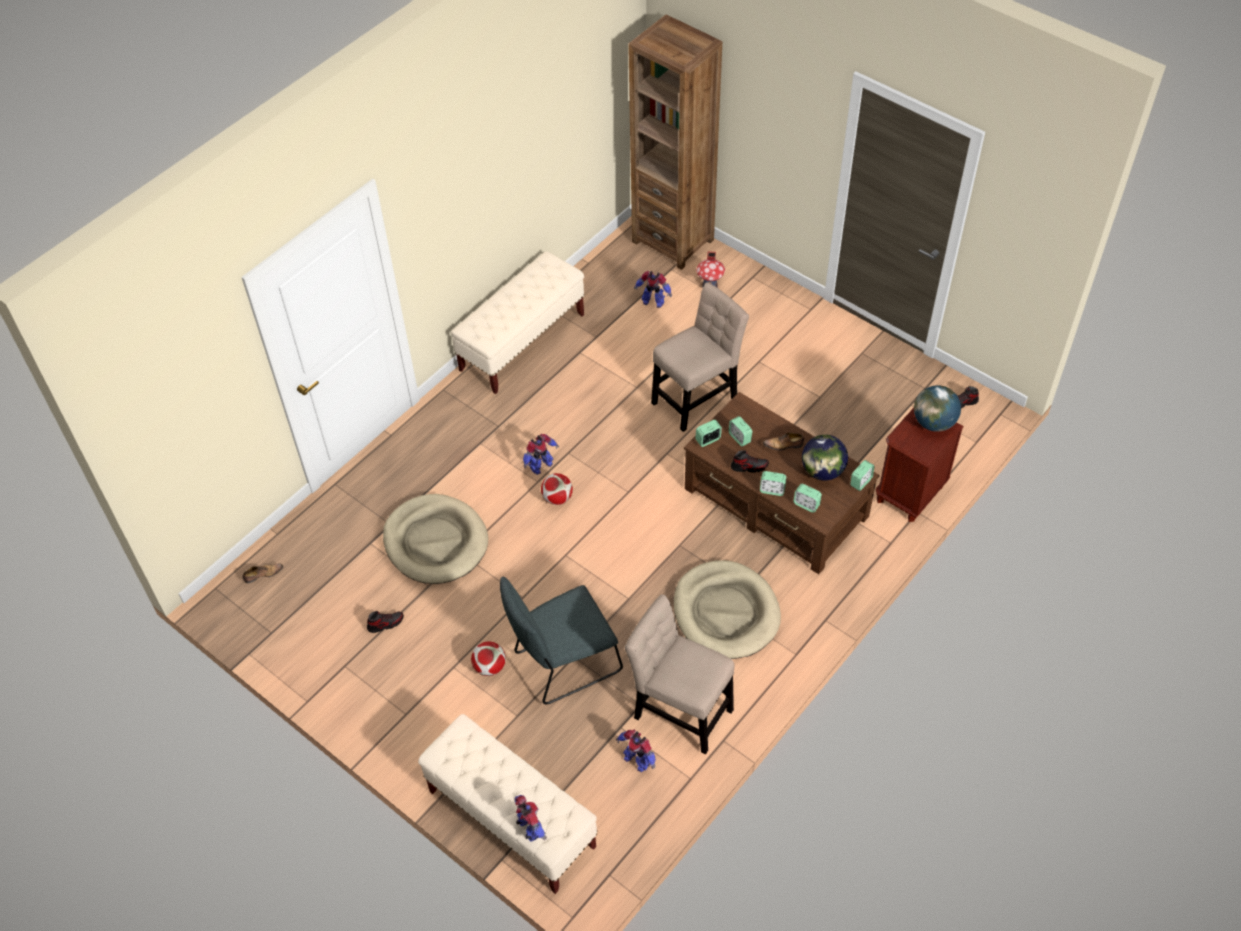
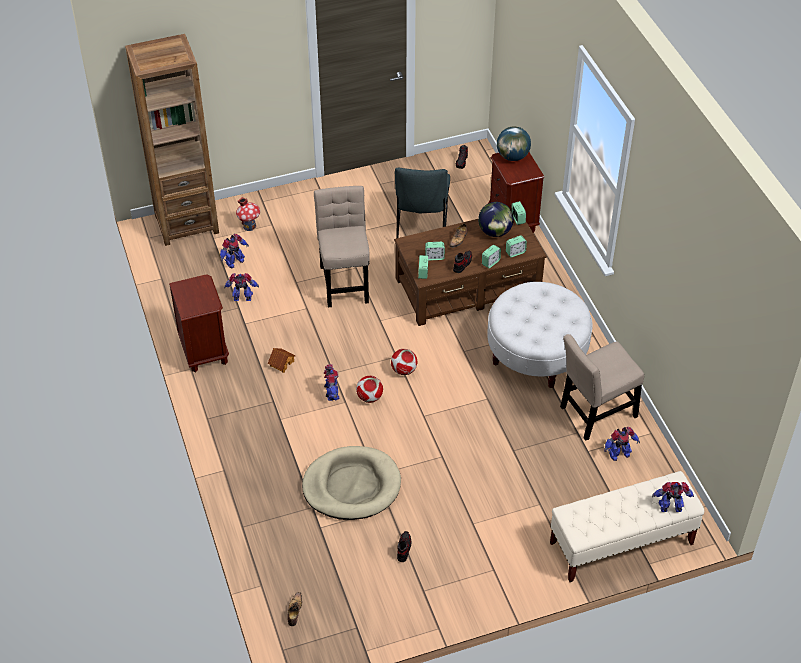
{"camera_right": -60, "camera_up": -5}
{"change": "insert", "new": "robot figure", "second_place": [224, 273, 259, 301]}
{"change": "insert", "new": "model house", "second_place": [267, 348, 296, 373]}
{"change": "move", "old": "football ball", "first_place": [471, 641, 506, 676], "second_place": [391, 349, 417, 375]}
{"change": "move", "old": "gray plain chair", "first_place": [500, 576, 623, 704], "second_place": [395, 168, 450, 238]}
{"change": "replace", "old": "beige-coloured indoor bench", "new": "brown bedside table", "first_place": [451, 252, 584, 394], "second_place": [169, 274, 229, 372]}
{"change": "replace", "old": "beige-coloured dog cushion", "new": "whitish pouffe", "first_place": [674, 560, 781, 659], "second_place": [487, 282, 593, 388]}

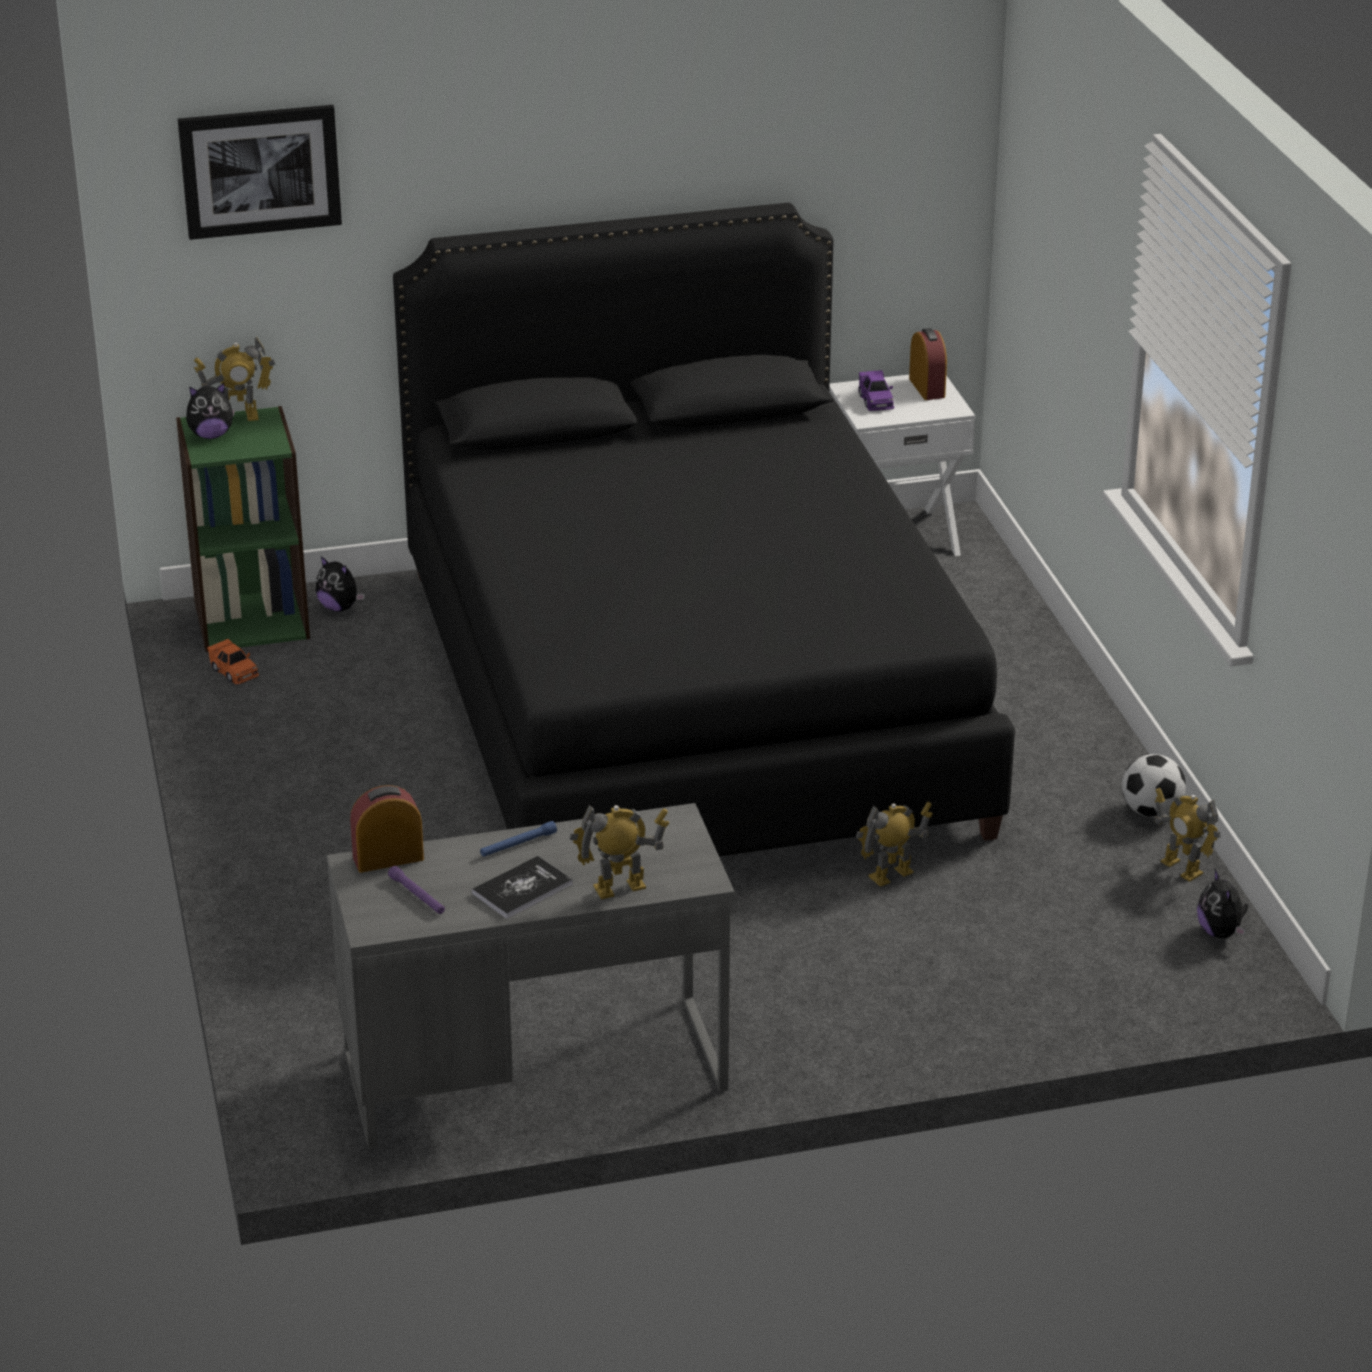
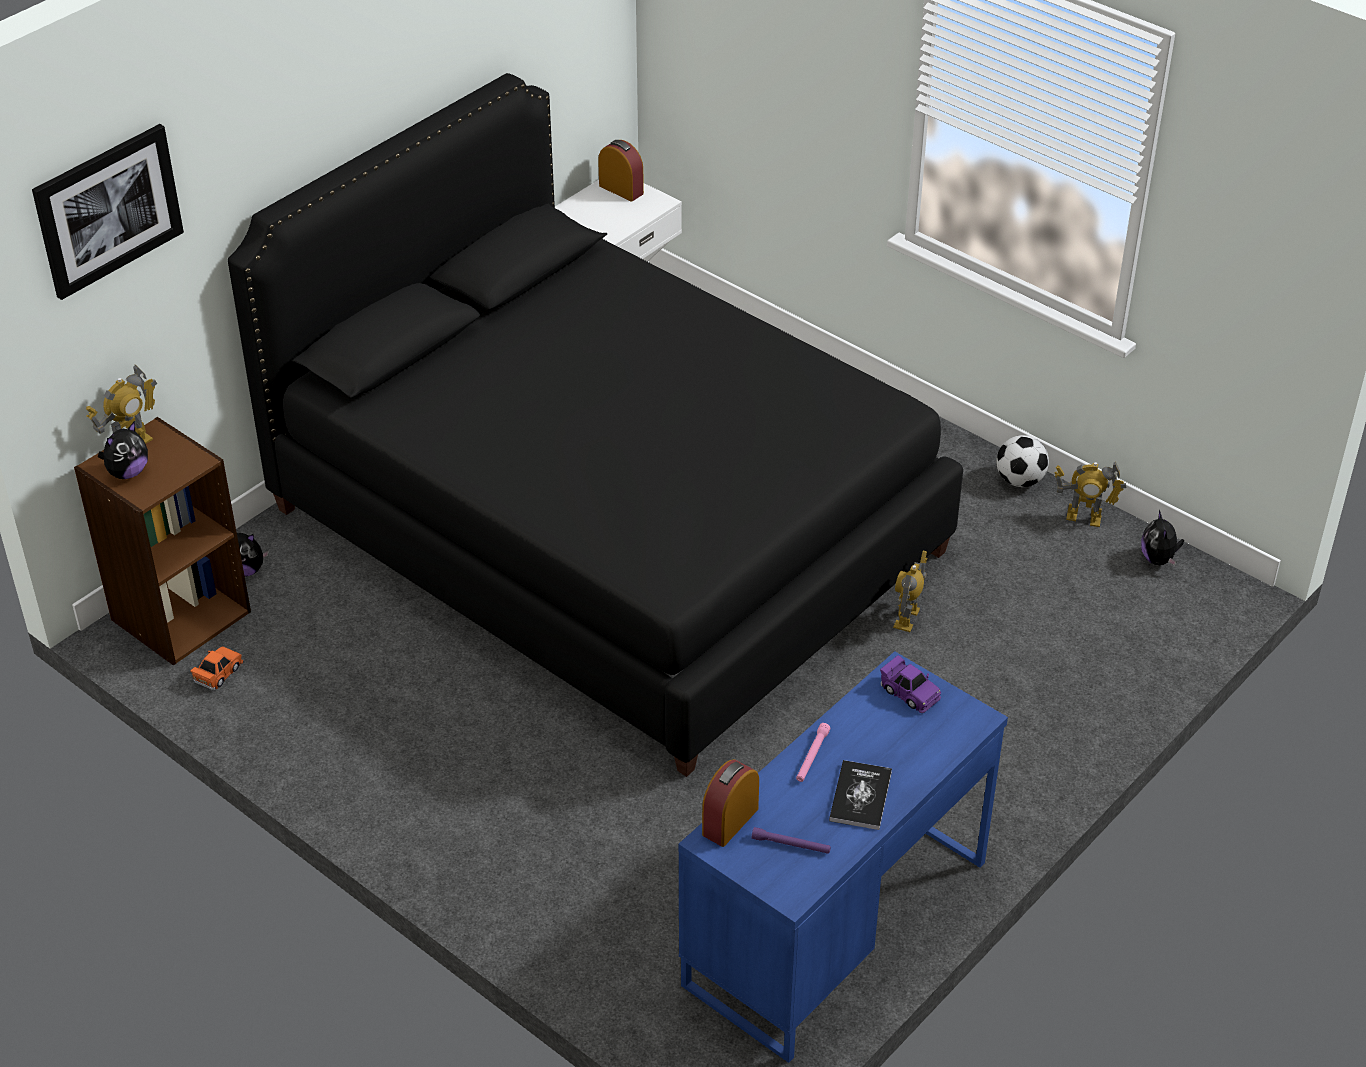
{"camera_right": -35, "camera_up": 10}
{"change": "delete", "old": "robot figure", "first_place": [569, 805, 669, 899]}
{"change": "move", "old": "purple-coloured miniature car", "first_place": [858, 370, 895, 411], "second_place": [880, 655, 941, 713]}
{"change": "recolor", "old": "green-coloured bookcase", "new": "brown bookcase", "first_place": [176, 406, 310, 652], "second_place": [74, 417, 251, 666]}
{"change": "recolor", "old": "gray desk table", "new": "blue desk table", "first_place": [327, 803, 735, 1149], "second_place": [678, 651, 1008, 1063]}
{"change": "recolor", "old": "blue torch", "new": "pink-coloured torch", "first_place": [480, 821, 557, 857], "second_place": [796, 723, 830, 782]}
{"change": "rotate", "old": "orangey miniature car", "first_place": [207, 639, 259, 685], "second_place": [190, 646, 243, 691], "degrees": -75}
{"change": "rotate", "old": "plush toy", "first_place": [1197, 869, 1248, 938], "second_place": [1141, 510, 1184, 566], "degrees": 45}

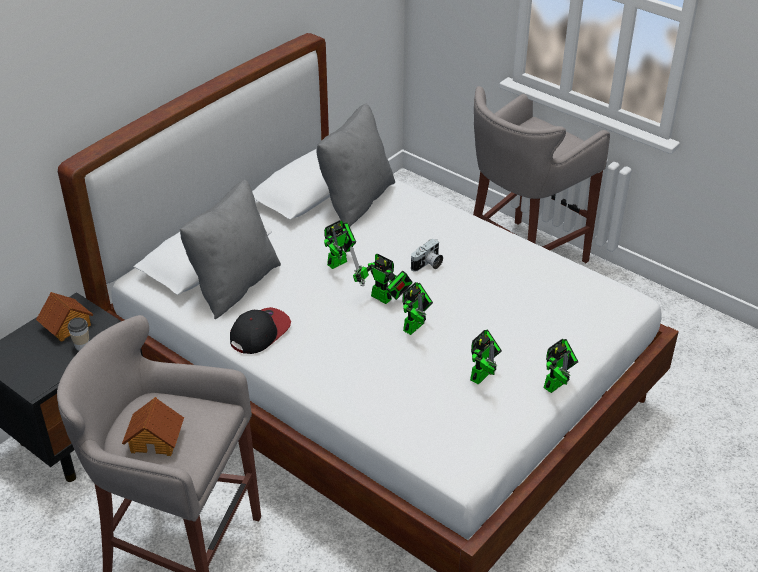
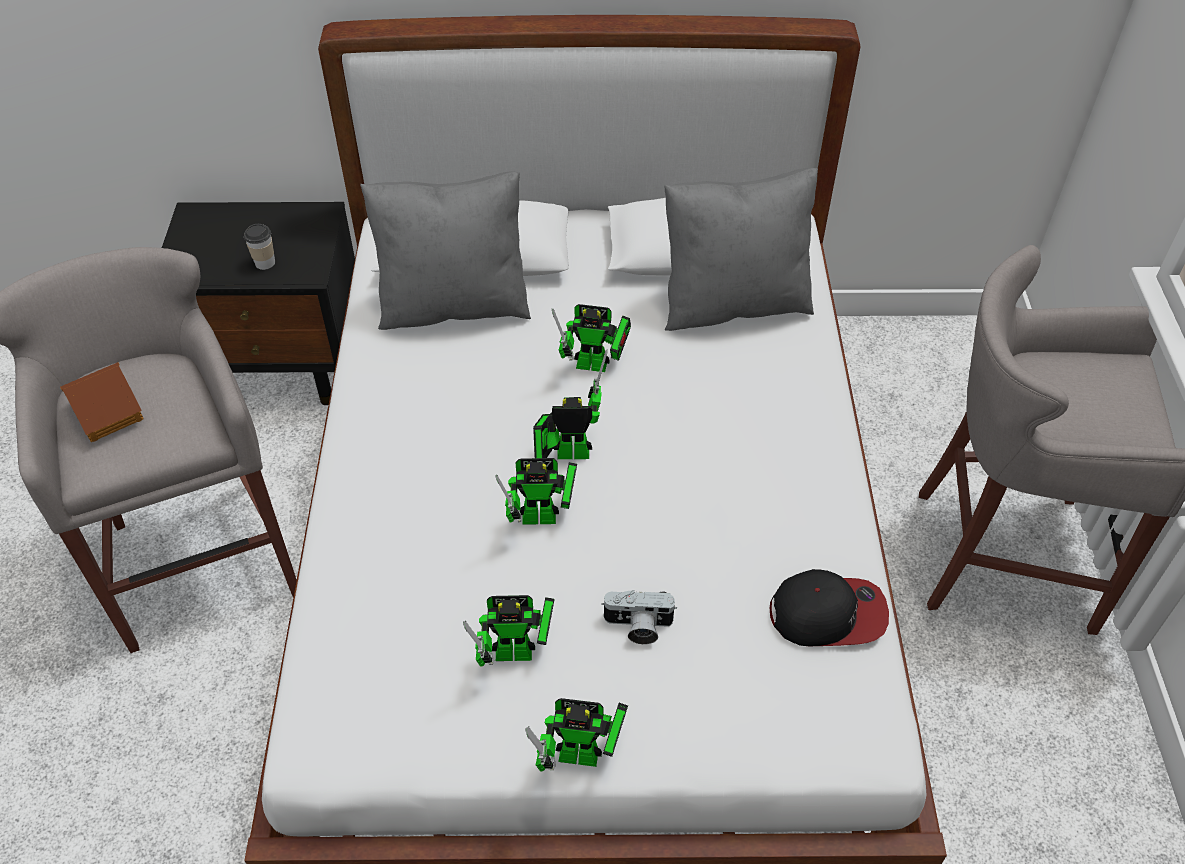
{"camera_right": 50, "camera_up": 10}
{"change": "delete", "old": "model house", "first_place": [36, 292, 93, 341]}
{"change": "move", "old": "cap", "first_place": [230, 307, 291, 354], "second_place": [770, 569, 889, 646]}
{"change": "move", "old": "photo camera", "first_place": [411, 238, 443, 272], "second_place": [601, 590, 677, 644]}
{"change": "rotate", "old": "robot figure", "first_place": [350, 246, 413, 304], "second_place": [533, 349, 608, 459], "degrees": 90}

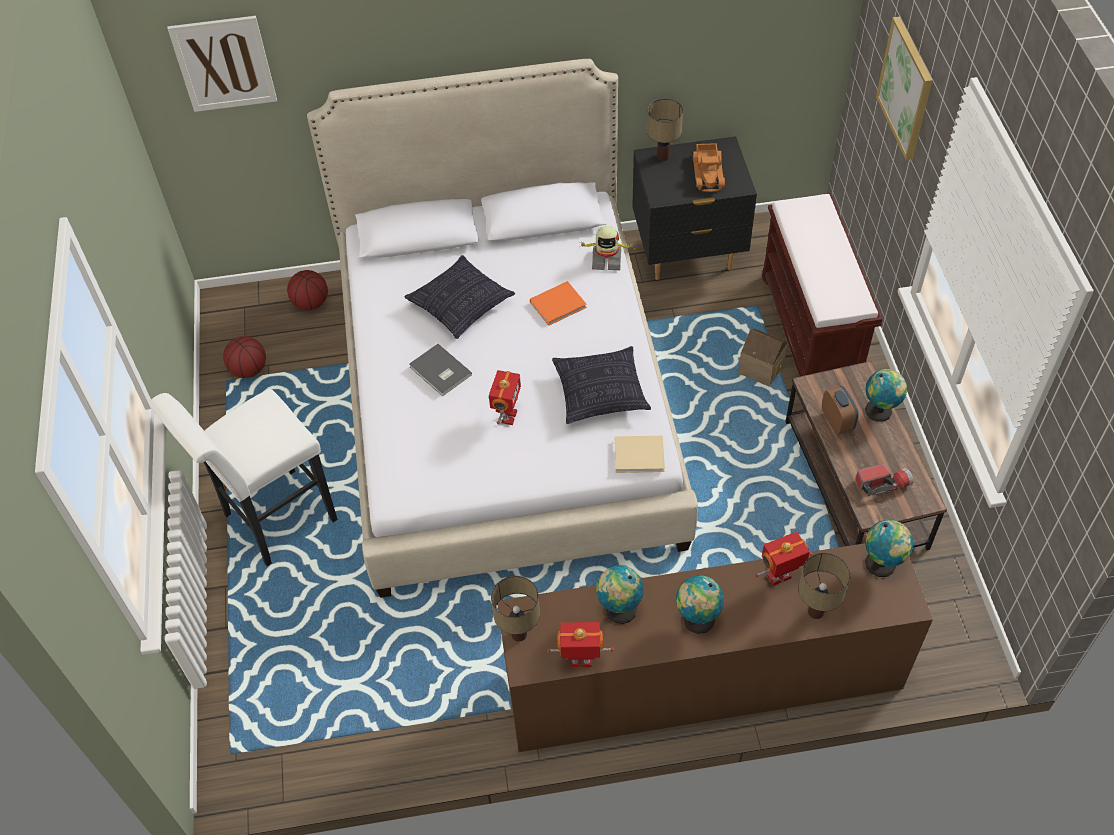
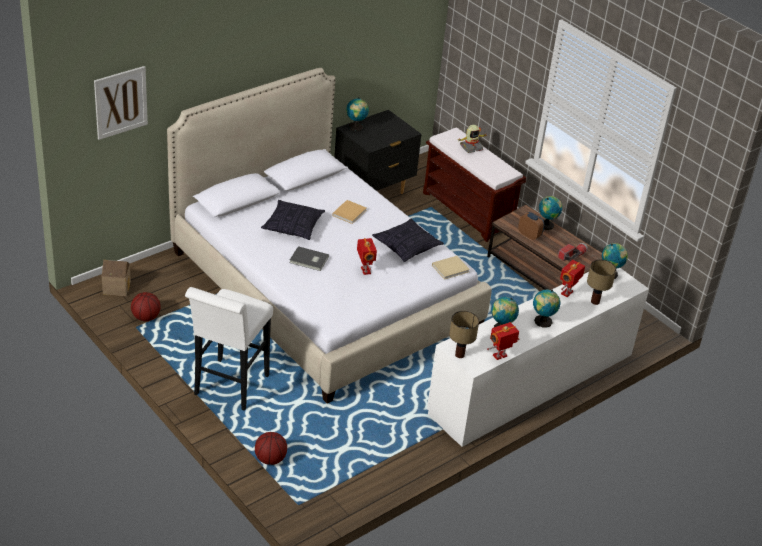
{"camera_right": -35, "camera_up": -15}
{"change": "delete", "old": "toy truck", "first_place": [693, 143, 725, 192]}
{"change": "delete", "old": "wall picture", "first_place": [876, 17, 933, 160]}
{"change": "move", "old": "ball for basketball", "first_place": [287, 270, 328, 310], "second_place": [255, 432, 287, 465]}
{"change": "move", "old": "robot figure", "first_place": [579, 226, 635, 270], "second_place": [458, 125, 486, 153]}
{"change": "move", "old": "model house", "first_place": [738, 329, 788, 387], "second_place": [102, 260, 131, 296]}
{"change": "replace", "old": "table lamp", "new": "globe", "first_place": [647, 99, 683, 161], "second_place": [346, 97, 369, 131]}
{"change": "recolor", "old": "brown dresser", "new": "whitish dresser", "first_place": [497, 543, 933, 752], "second_place": [427, 268, 649, 447]}
{"change": "recolor", "old": "orangey volume", "new": "beige-coloured volume", "first_place": [530, 281, 587, 326], "second_place": [332, 200, 367, 224]}

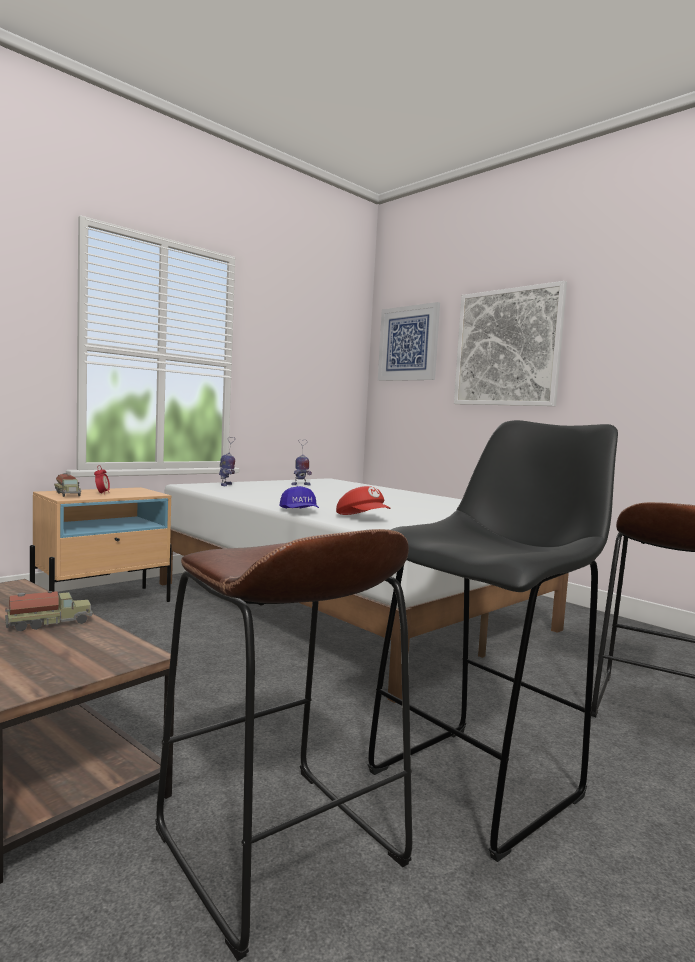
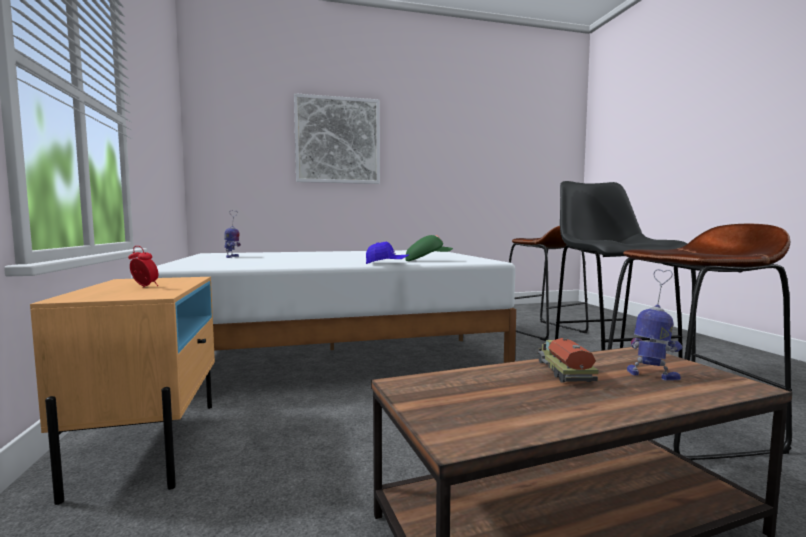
{"camera_right": -60, "camera_up": 0}
{"change": "delete", "old": "toy truck", "first_place": [54, 473, 81, 497]}
{"change": "delete", "old": "wall picture", "first_place": [378, 302, 440, 381]}
{"change": "move", "old": "robot figure", "first_place": [219, 437, 235, 486], "second_place": [627, 269, 682, 380]}
{"change": "recolor", "old": "reddish cap", "new": "green-coloured cap", "first_place": [336, 486, 391, 515], "second_place": [405, 235, 453, 261]}

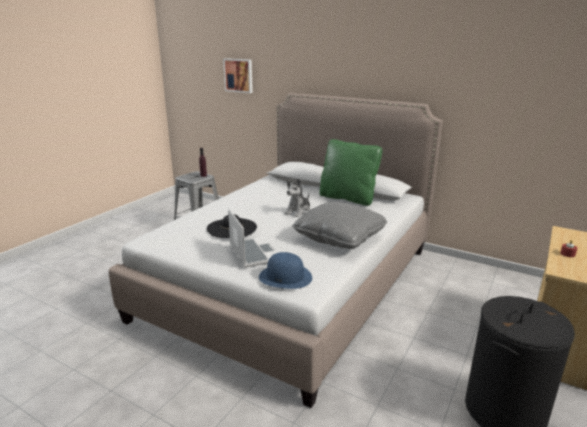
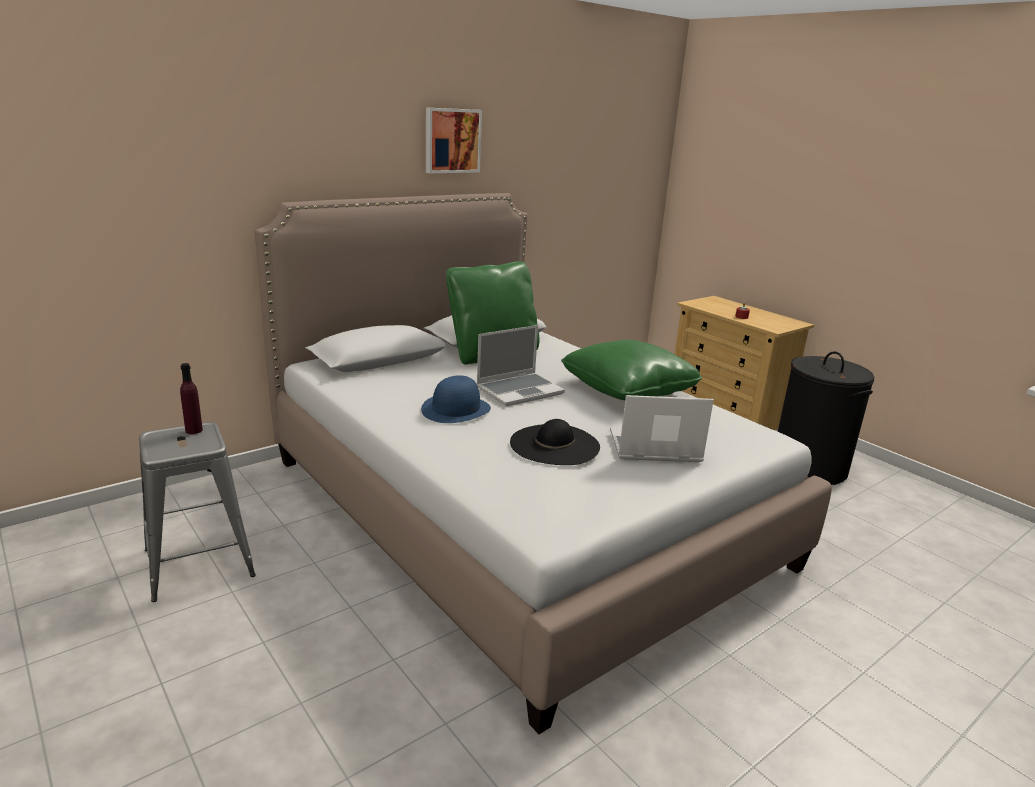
{"camera_right": -70, "camera_up": 0}
{"change": "move", "old": "wall picture", "first_place": [223, 58, 253, 93], "second_place": [426, 107, 482, 173]}
{"change": "move", "old": "blue clothing hat", "first_place": [259, 252, 312, 289], "second_place": [421, 375, 491, 423]}
{"change": "replace", "old": "plush toy", "new": "laptop", "first_place": [285, 179, 310, 217], "second_place": [477, 325, 565, 406]}
{"change": "recolor", "old": "gray pillow", "new": "green-coloured pillow", "first_place": [292, 202, 387, 249], "second_place": [561, 340, 702, 400]}

